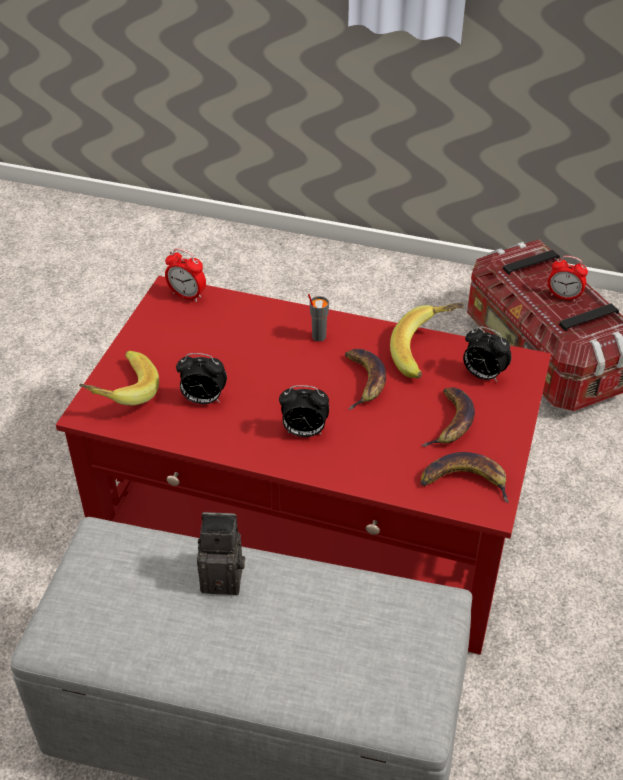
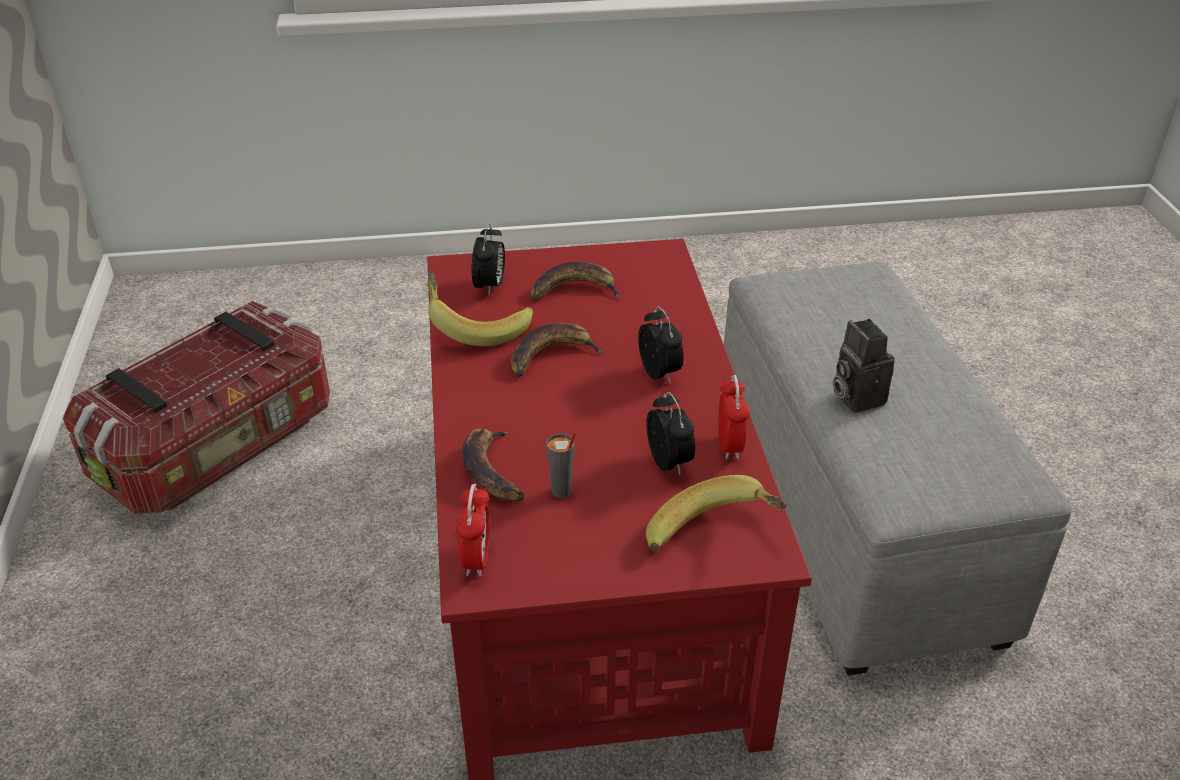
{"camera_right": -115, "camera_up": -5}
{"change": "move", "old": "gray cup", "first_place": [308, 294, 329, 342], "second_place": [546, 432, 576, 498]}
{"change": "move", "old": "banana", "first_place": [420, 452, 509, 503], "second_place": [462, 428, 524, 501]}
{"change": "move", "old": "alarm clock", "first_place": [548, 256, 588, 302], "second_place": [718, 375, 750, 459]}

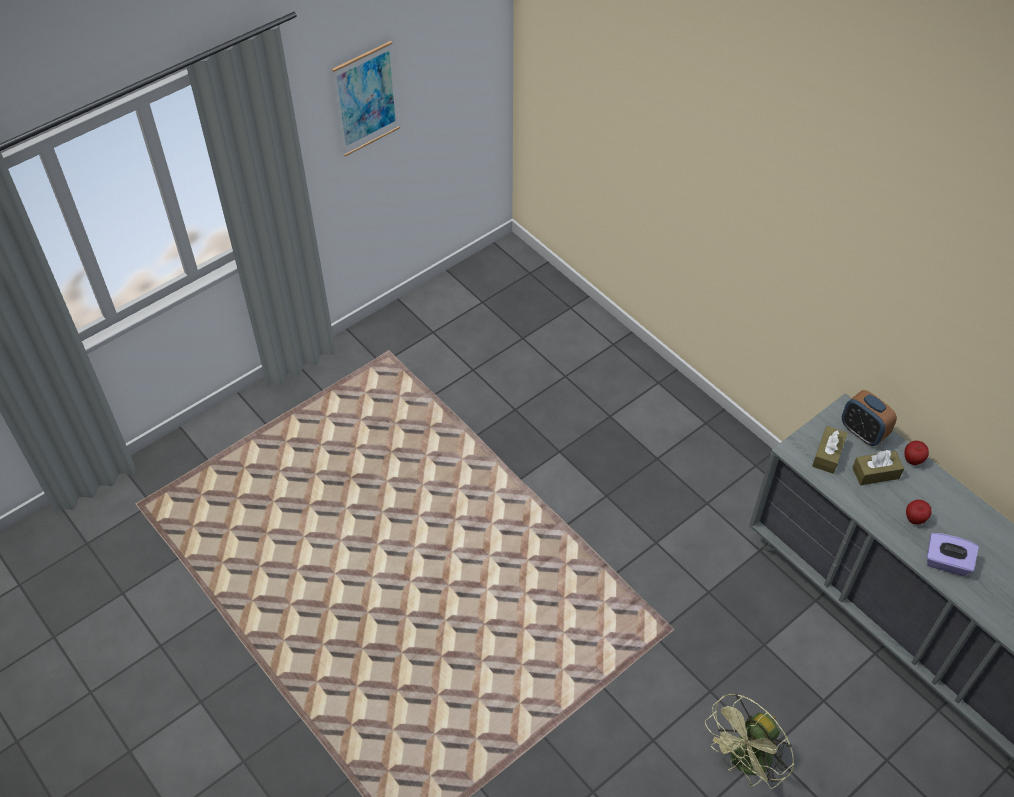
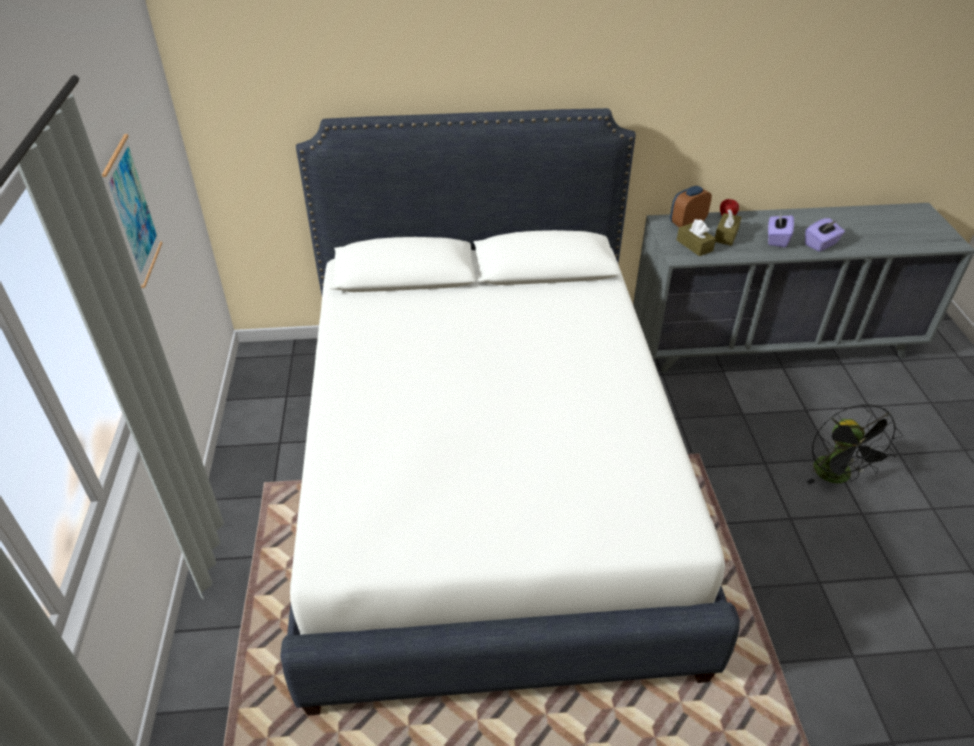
{"camera_right": -55, "camera_up": -10}
{"change": "insert", "new": "whitish bed", "second_place": [280, 108, 740, 716]}
{"change": "replace", "old": "whole apple", "new": "purple-coloured tissue box", "first_place": [906, 500, 931, 525], "second_place": [768, 212, 794, 248]}
{"change": "recolor", "old": "green-coloured electric fan", "new": "black electric fan", "first_place": [705, 693, 794, 789], "second_place": [806, 404, 903, 484]}
{"change": "rotate", "old": "alarm clock", "first_place": [842, 390, 897, 446], "second_place": [670, 186, 712, 227], "degrees": 150}

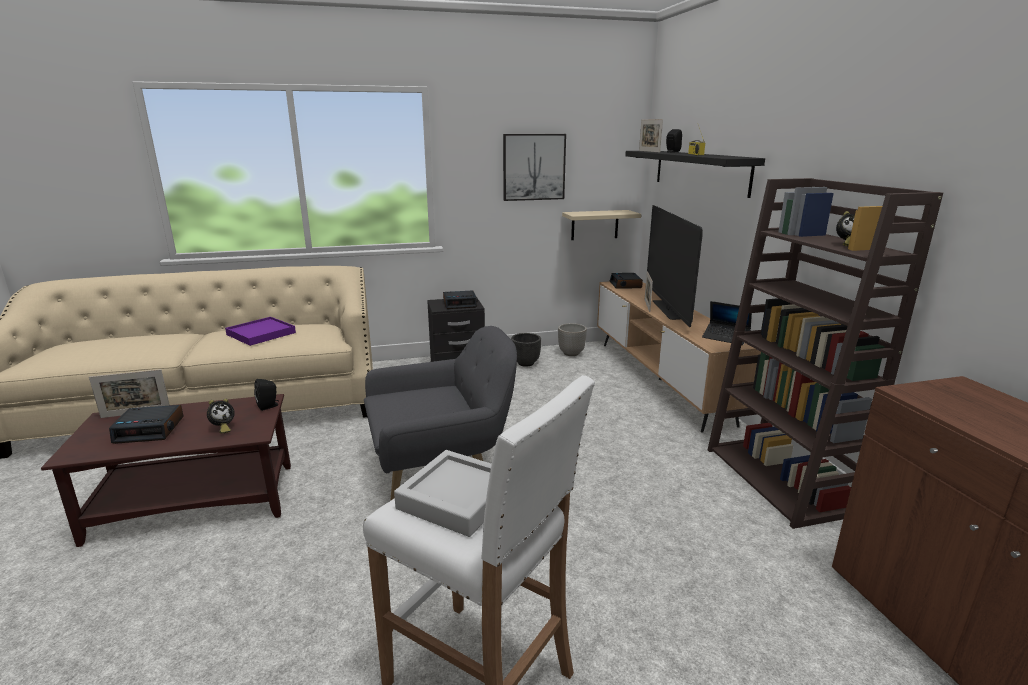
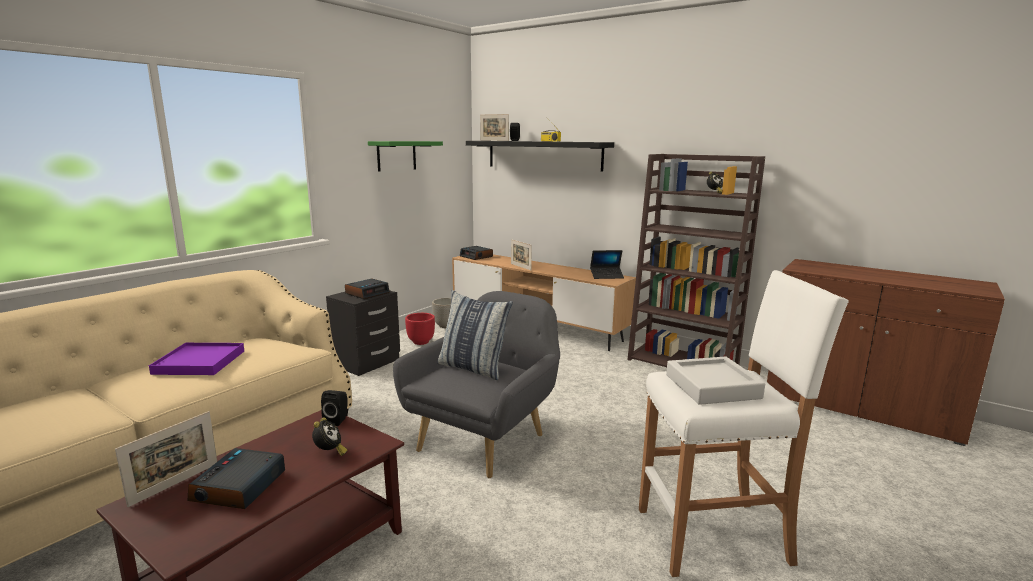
{"camera_right": -40, "camera_up": -5}
{"change": "delete", "old": "beige-coloured shelf", "first_place": [562, 210, 641, 240]}
{"change": "delete", "old": "TV set", "first_place": [647, 205, 703, 327]}
{"change": "insert", "new": "pillow", "second_place": [437, 290, 513, 380]}
{"change": "replace", "old": "wall picture", "new": "green-coloured shelf", "first_place": [503, 134, 566, 201], "second_place": [368, 141, 443, 171]}
{"change": "recolor", "old": "black plant pot", "new": "reddish plant pot", "first_place": [511, 333, 541, 367], "second_place": [405, 313, 435, 345]}
{"change": "rotate", "old": "alarm clock", "first_place": [109, 405, 184, 444], "second_place": [188, 448, 285, 509], "degrees": 150}

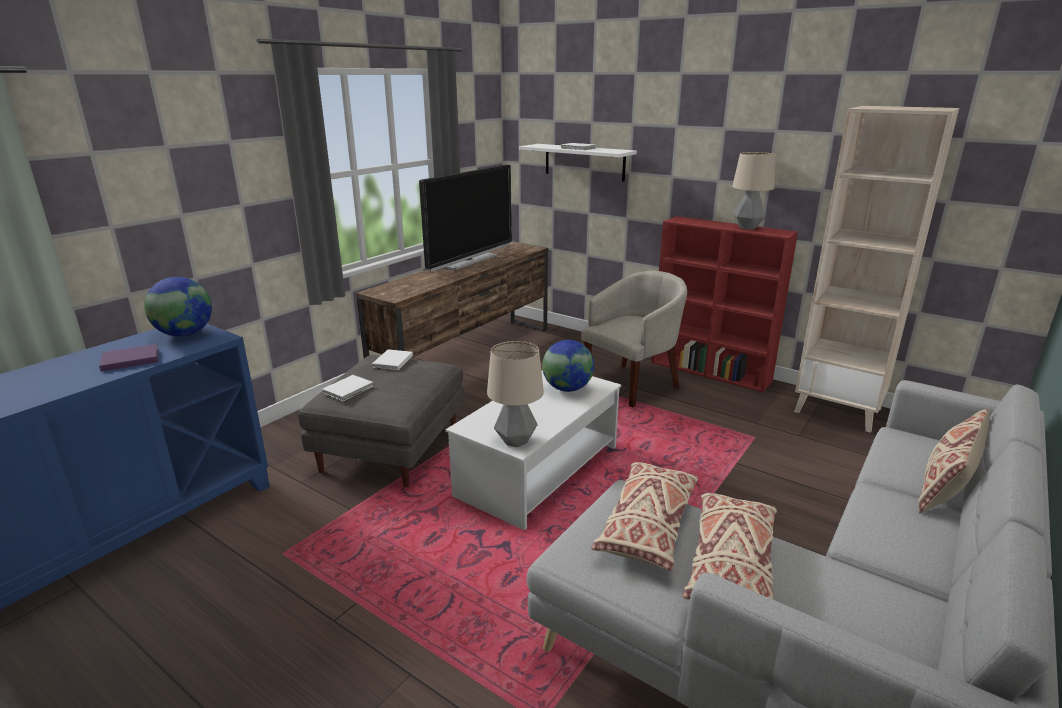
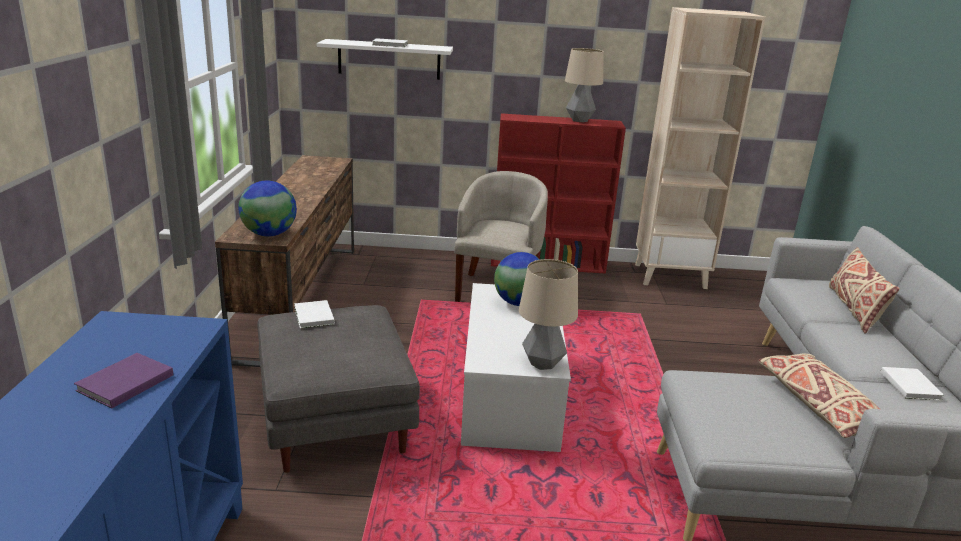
{"camera_right": -35, "camera_up": 0}
{"change": "delete", "old": "TV set", "first_place": [419, 165, 512, 272]}
{"change": "delete", "old": "beige-coloured pillow", "first_place": [591, 462, 698, 571]}
{"change": "move", "old": "globe", "first_place": [144, 277, 212, 336], "second_place": [238, 181, 297, 237]}
{"change": "move", "old": "whitish volume", "first_place": [322, 375, 373, 401], "second_place": [881, 367, 944, 401]}

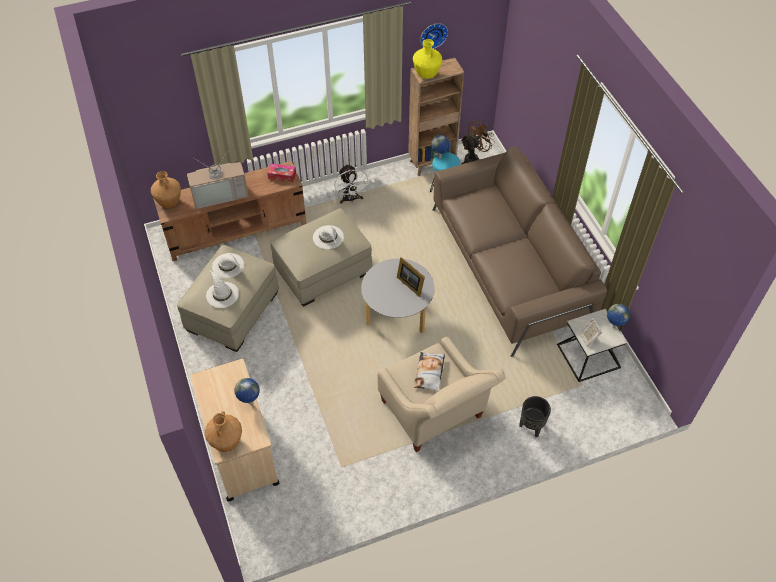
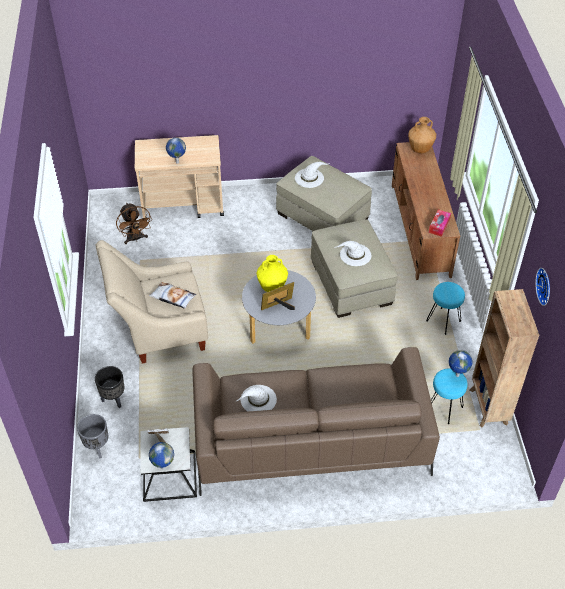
{"camera_right": 105, "camera_up": -5}
{"change": "delete", "old": "TV set", "first_place": [187, 152, 249, 209]}
{"change": "delete", "old": "brown flower vase", "first_place": [205, 411, 242, 452]}
{"change": "insert", "new": "gray plant pot", "second_place": [77, 414, 108, 459]}
{"change": "move", "old": "whitish clothing hat", "first_place": [212, 253, 244, 278], "second_place": [237, 385, 277, 412]}
{"change": "move", "old": "yellow-coloured flower vase", "first_place": [413, 39, 442, 79], "second_place": [256, 255, 288, 292]}
{"change": "move", "old": "brown electric fan", "first_place": [461, 119, 495, 165], "second_place": [116, 203, 152, 244]}
{"change": "replace", "old": "whitish electric fan", "new": "blue-green stool seat", "first_place": [334, 164, 369, 204], "second_place": [427, 282, 465, 335]}

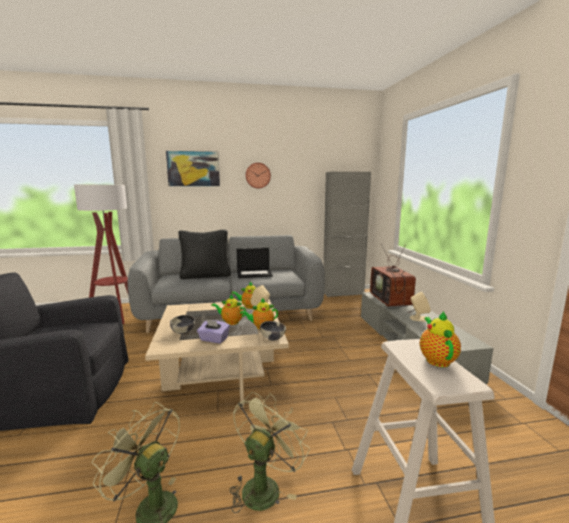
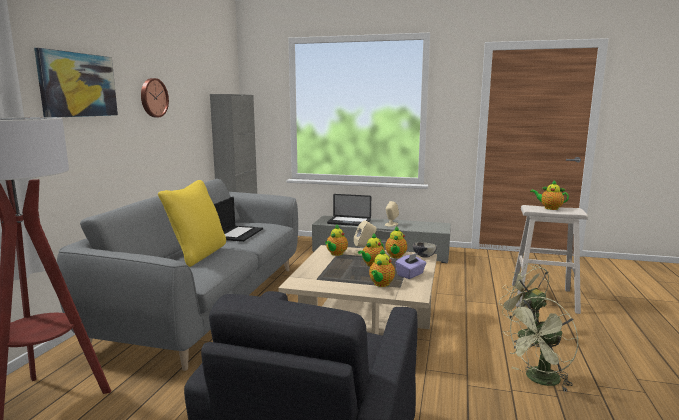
{"camera_right": -65, "camera_up": 0}
{"change": "replace", "old": "bowl", "new": "tea pot", "first_place": [170, 315, 195, 334], "second_place": [369, 249, 395, 287]}
{"change": "replace", "old": "TV set", "new": "laptop", "first_place": [370, 244, 416, 313], "second_place": [327, 194, 371, 226]}
{"change": "recolor", "old": "black pillow", "new": "yellow-coloured pillow", "first_place": [178, 230, 231, 279], "second_place": [158, 180, 226, 267]}

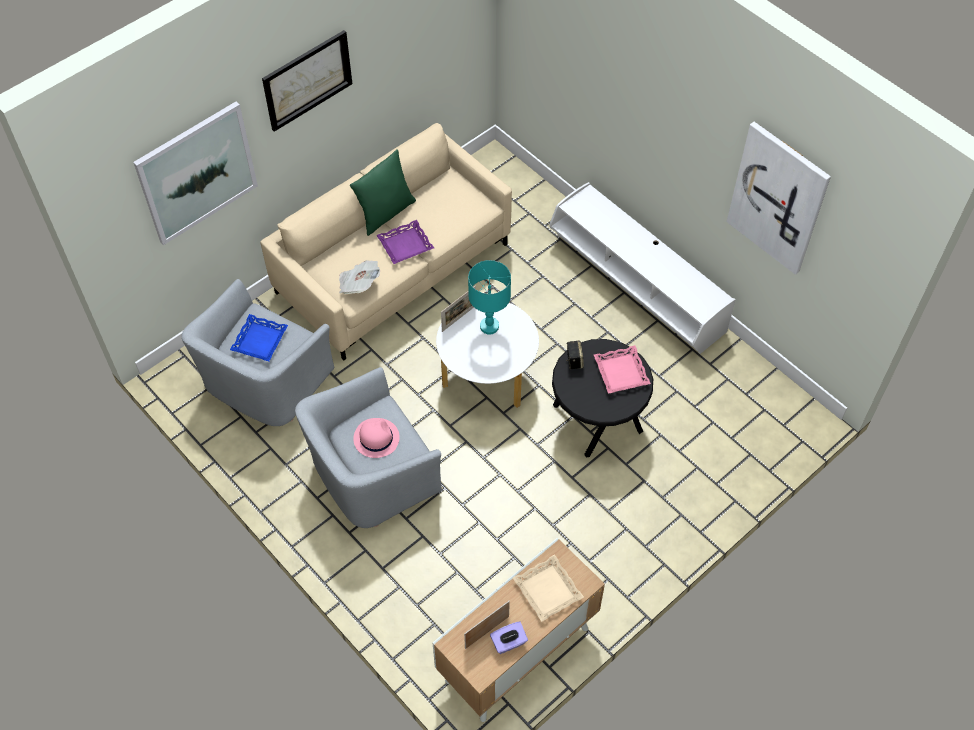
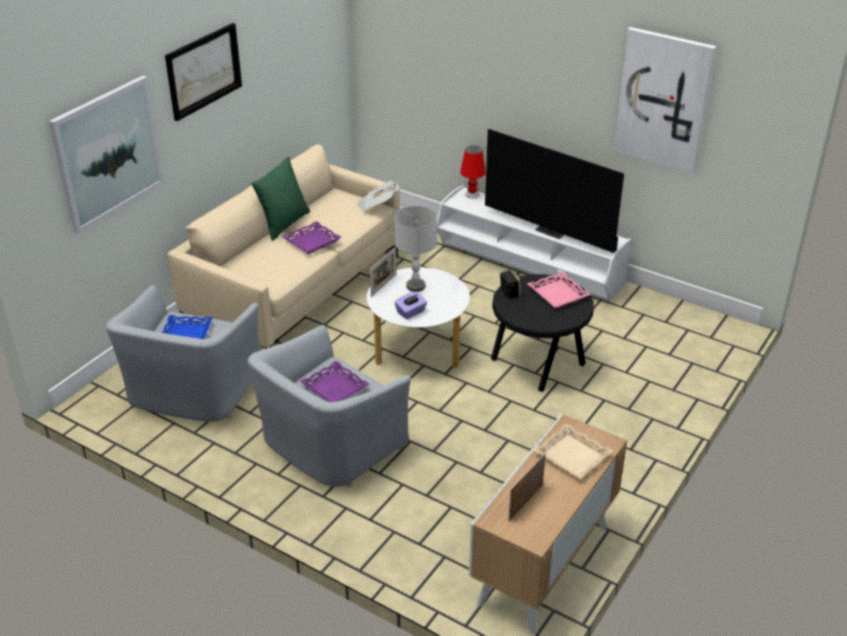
{"camera_right": -15, "camera_up": -20}
{"change": "insert", "new": "reddish table lamp", "second_place": [460, 146, 486, 199]}
{"change": "insert", "new": "TV set", "second_place": [485, 129, 624, 253]}
{"change": "move", "old": "printed paper", "first_place": [339, 260, 380, 294], "second_place": [356, 180, 398, 212]}
{"change": "move", "old": "purple-coloured tissue box", "first_place": [490, 621, 528, 654], "second_place": [394, 291, 427, 319]}
{"change": "replace", "old": "pink-coloured clothing hat", "new": "purple-coloured carrying tray", "first_place": [353, 418, 400, 458], "second_place": [300, 361, 369, 402]}
{"change": "recolor", "old": "blue-green table lamp", "new": "gray table lamp", "first_place": [468, 260, 511, 335], "second_place": [394, 206, 437, 292]}

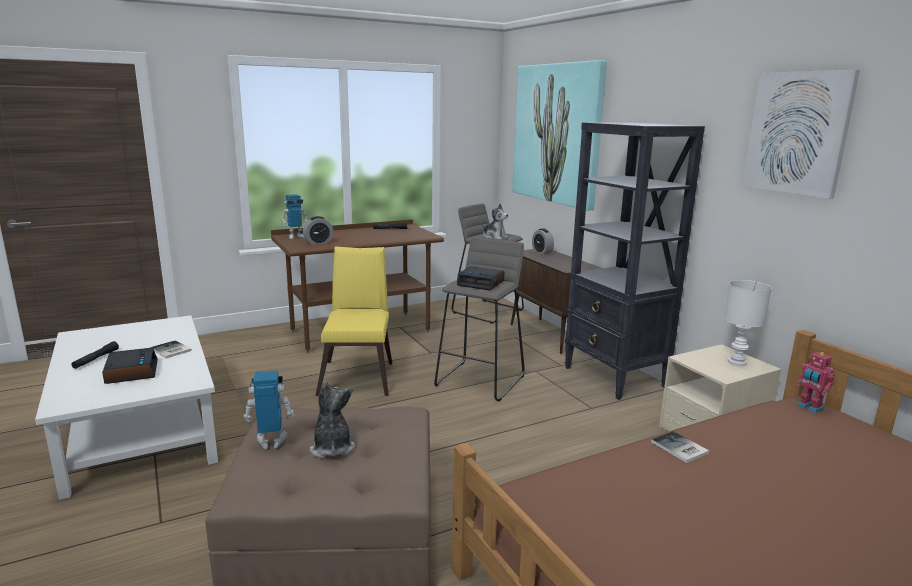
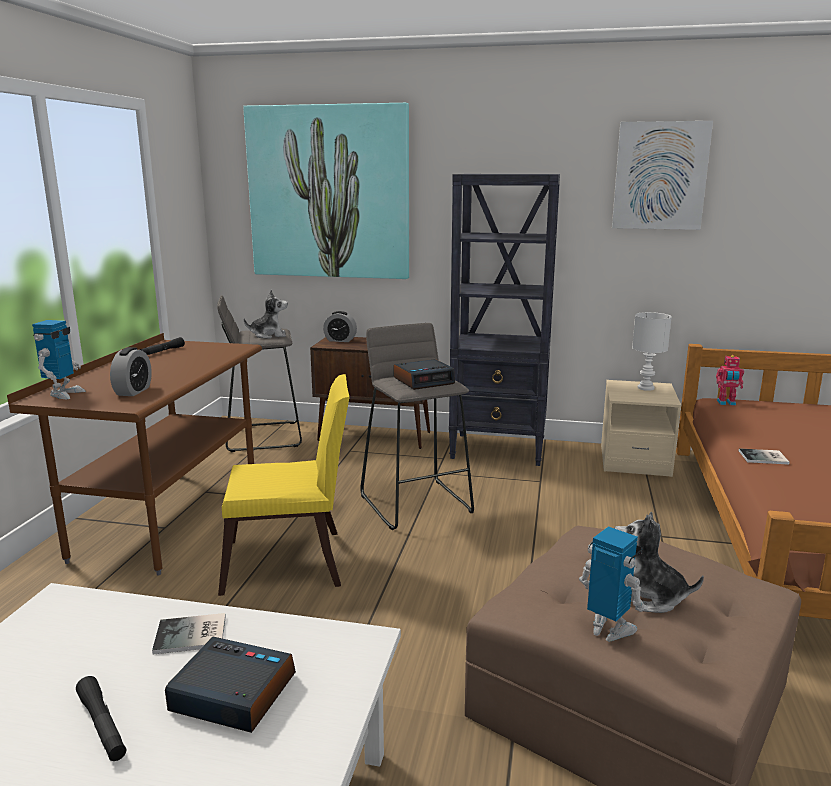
{"camera_right": -50, "camera_up": 0}
{"change": "rotate", "old": "robot figure", "first_place": [244, 370, 294, 449], "second_place": [579, 526, 648, 641], "degrees": 105}
{"change": "rotate", "old": "yellow-coloured plain chair", "first_place": [315, 246, 392, 396], "second_place": [218, 374, 349, 596], "degrees": 135}

